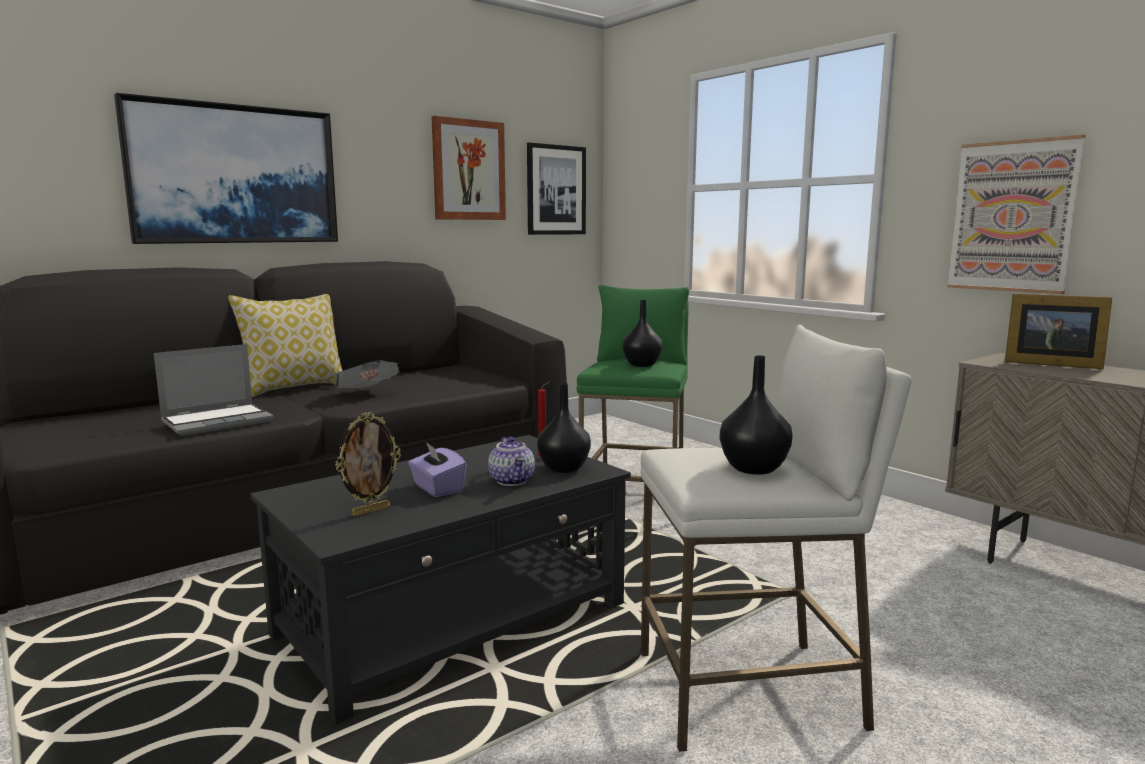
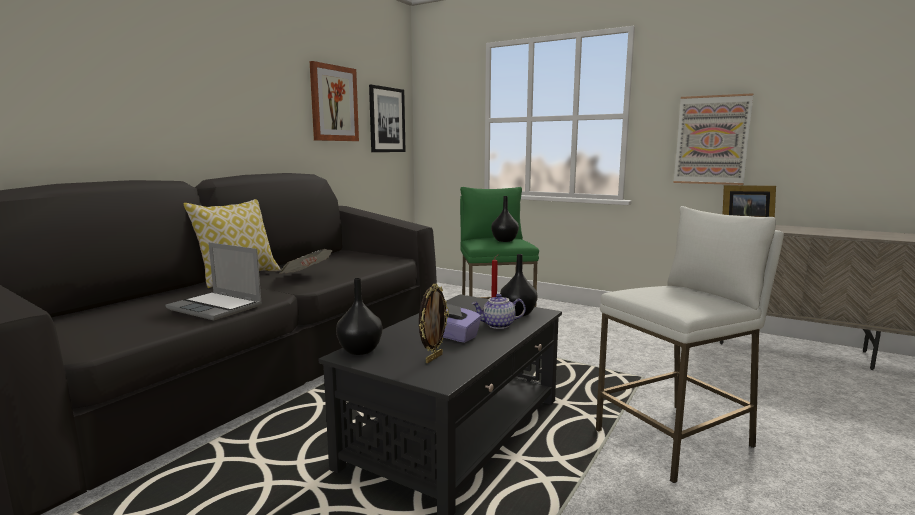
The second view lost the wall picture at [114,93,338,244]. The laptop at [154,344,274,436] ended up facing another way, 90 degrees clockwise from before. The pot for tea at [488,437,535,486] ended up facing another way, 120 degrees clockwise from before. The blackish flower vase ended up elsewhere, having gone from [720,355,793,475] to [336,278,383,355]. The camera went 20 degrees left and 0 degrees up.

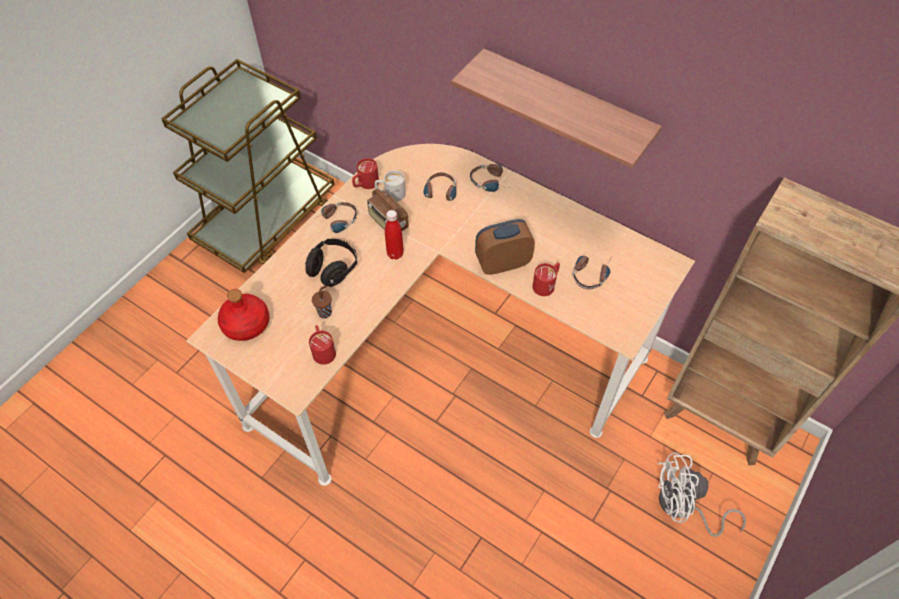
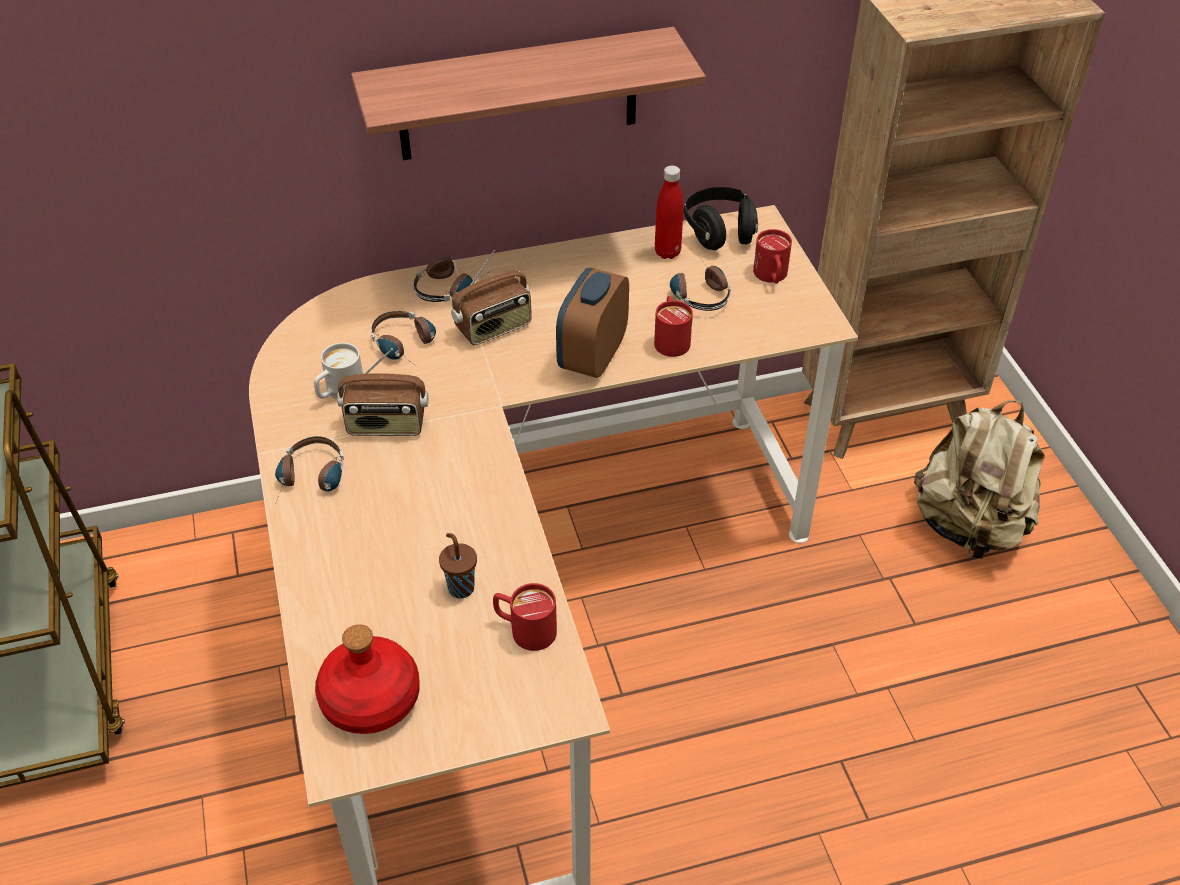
The blackish headphones ended up elsewhere, having gone from [305,239,357,287] to [684,187,758,250]. The red-coloured coffee mug ended up elsewhere, having gone from [352,158,379,189] to [753,229,792,284]. The red-coloured beverage bottle ended up elsewhere, having gone from [385,210,404,260] to [655,165,684,259]. Where the white electric fan stood at [658,452,746,537], the sand-coloured knapsack came to stand at [914,400,1045,559]. The second view gained the radio set at [451,250,531,345]. The camera went 50 degrees left and 10 degrees down.

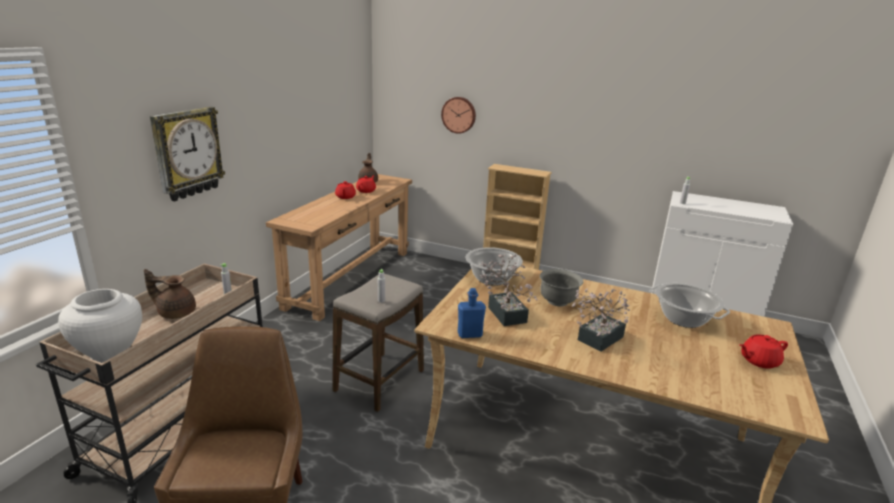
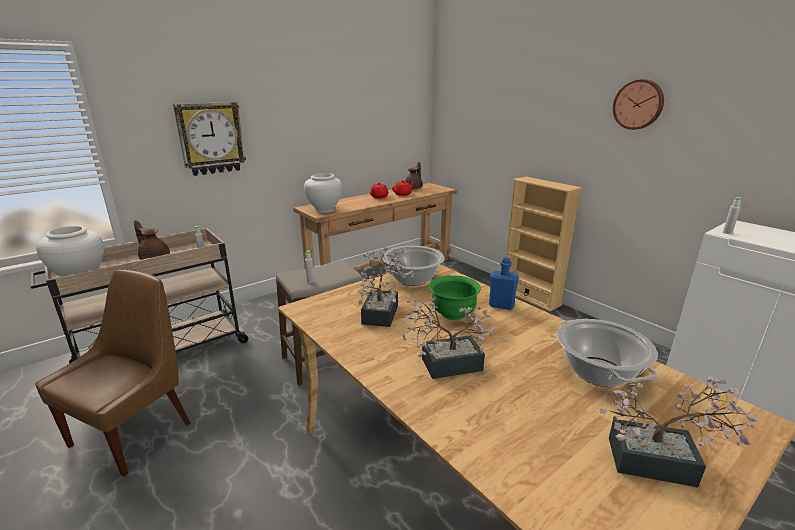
The hanging clock ended up elsewhere, having gone from [441,97,476,134] to [613,79,664,130]. The bluish beverage bottle ended up elsewhere, having gone from [458,288,486,338] to [489,257,519,310]. What was the gray deep dish at [540,269,583,306] turned into the greenish deep dish at [429,275,481,320]. Where the red-coloured pot for tea stood at [739,334,788,369], the houseplant came to stand at [599,375,757,487]. The second view gained the white flower vase at [304,173,342,213]. The camera went 30 degrees right and 0 degrees up.

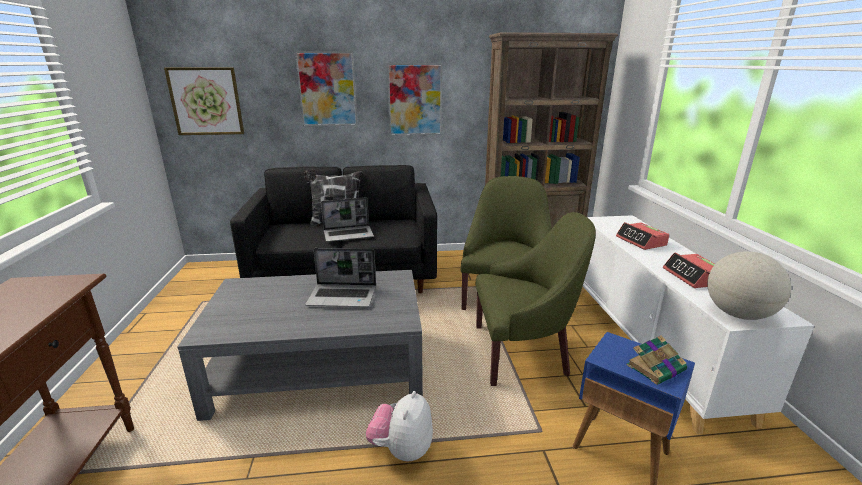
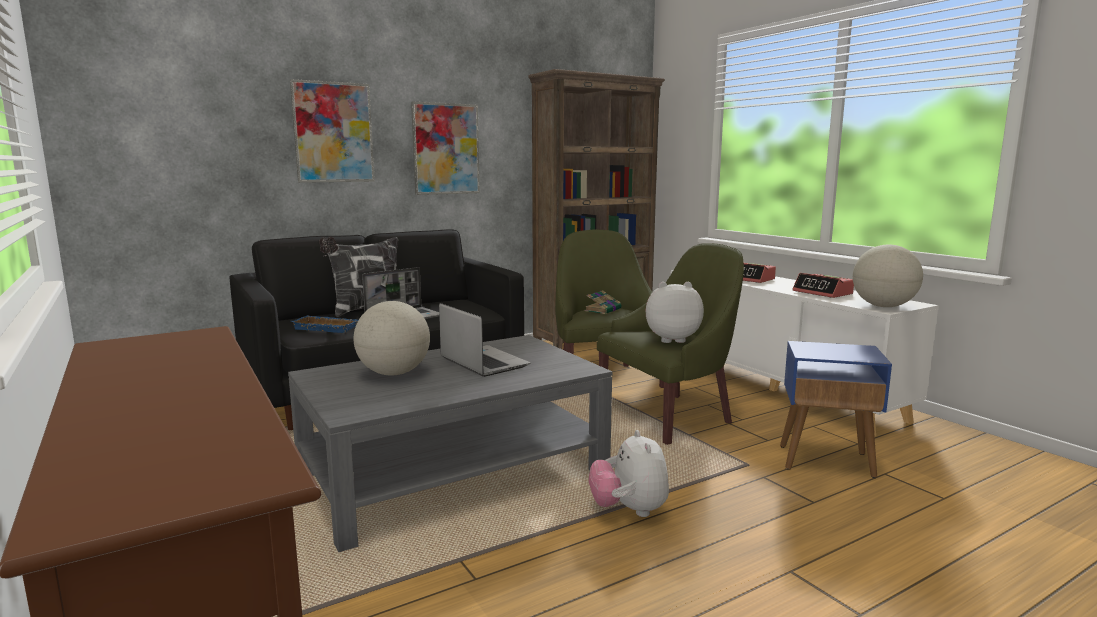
The second view lost the wall picture at [164,67,244,135]. The laptop at [305,248,376,307] ended up facing another way, 105 degrees counterclockwise from before. The book ended up elsewhere, having gone from [626,335,687,385] to [585,290,622,314]. The second view gained the bluish tray at [292,315,358,333]. The second view gained the world globe at [354,301,430,376]. The second view gained the soft toy at [646,282,704,343]. The camera went 25 degrees left and 10 degrees down.

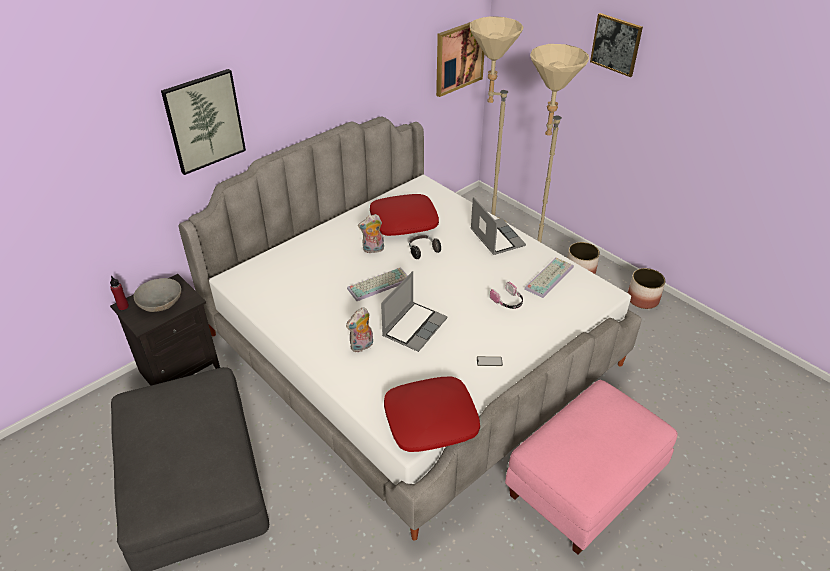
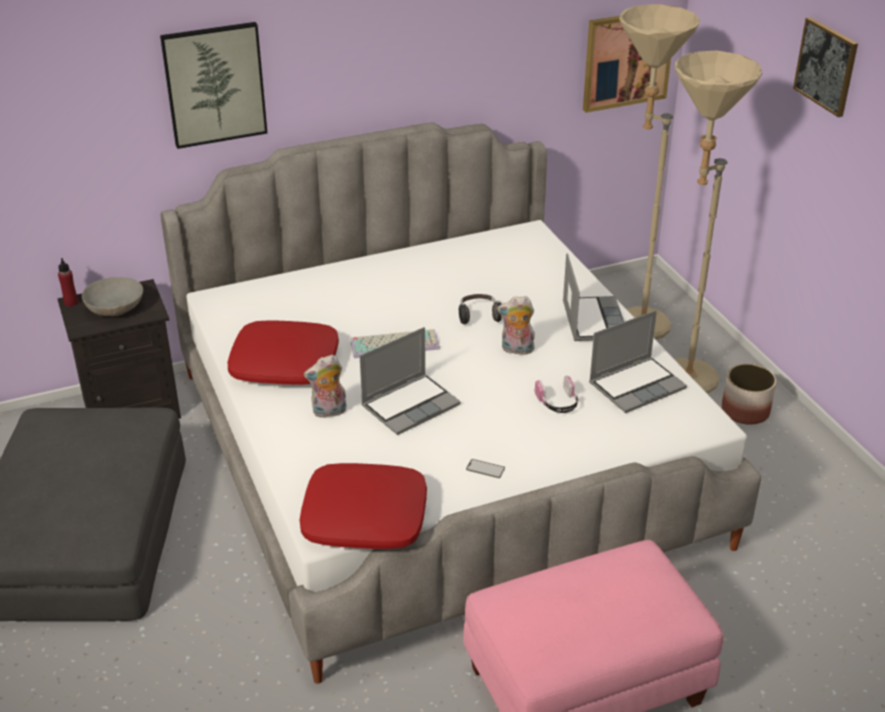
The soft toy ended up elsewhere, having gone from [358,214,384,254] to [497,296,536,355]. The red-coloured throw pillow ended up elsewhere, having gone from [370,194,439,236] to [228,321,339,385]. Where the PC keyboard stood at [524,258,574,298], the laptop came to stand at [589,310,687,413]. The second view lost the flower pot at [628,268,666,309]. The camera went 20 degrees right and 5 degrees down.

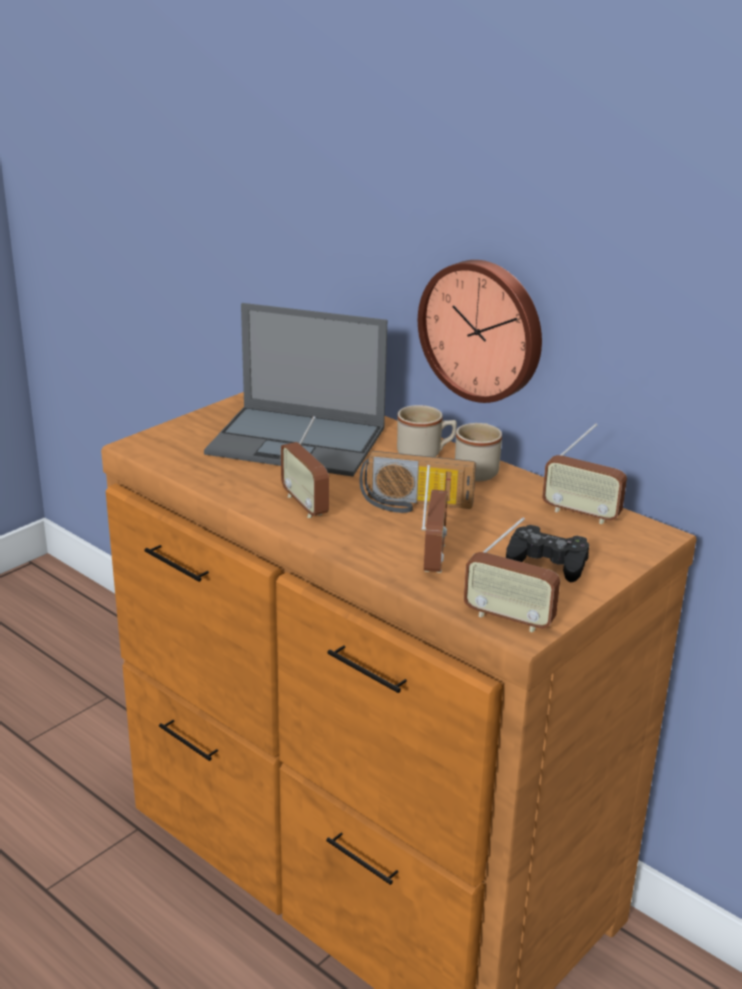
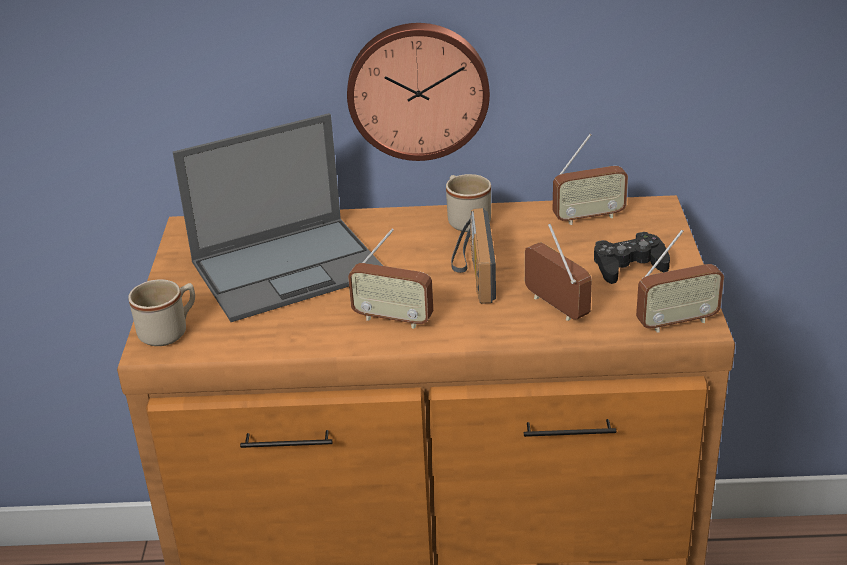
The radio set at [359,451,476,513] ended up facing another way, 120 degrees clockwise from before. The sand-coloured coffee mug ended up elsewhere, having gone from [397,405,457,457] to [128,279,195,346]. The camera went 40 degrees left and 5 degrees up.

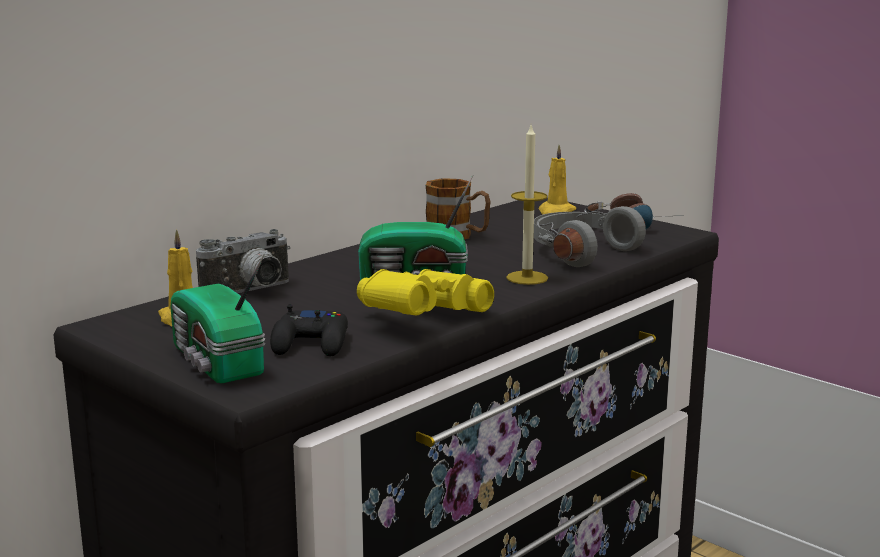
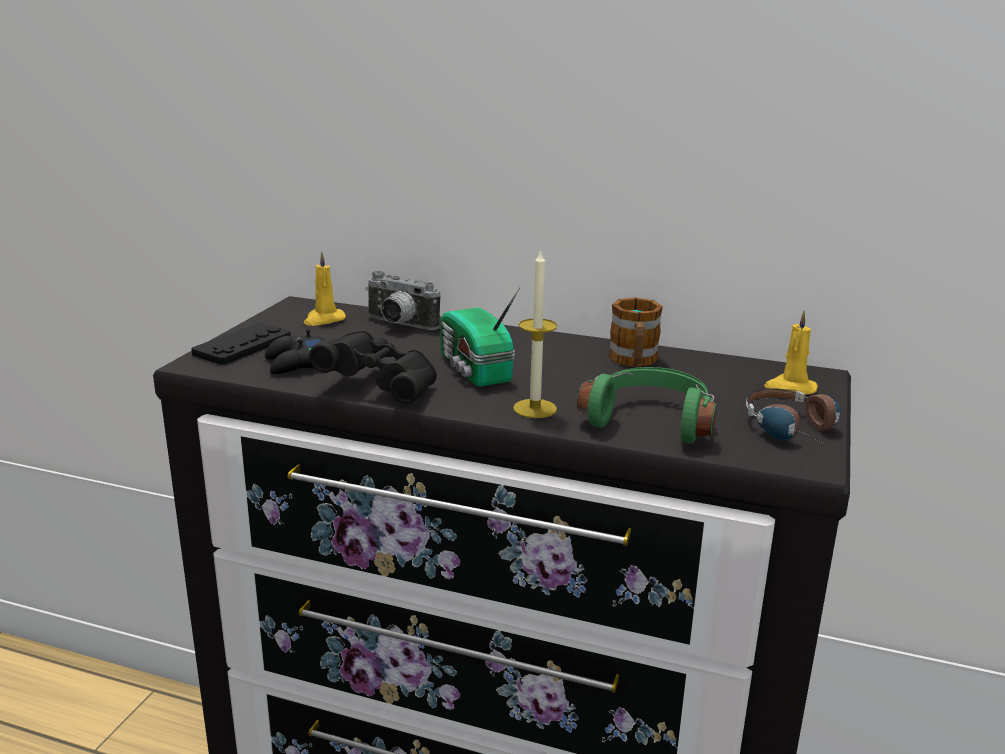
Where the radio set stood at [171,253,265,383], the blackish game controller came to stand at [192,323,291,365]. What was the yellow-coloured binoculars at [357,269,494,316] turned into the blackish binoculars at [309,331,437,404]. What was the gray headphones at [534,206,646,267] turned into the greenish headphones at [577,367,716,444]. The camera went 65 degrees right and 5 degrees up.

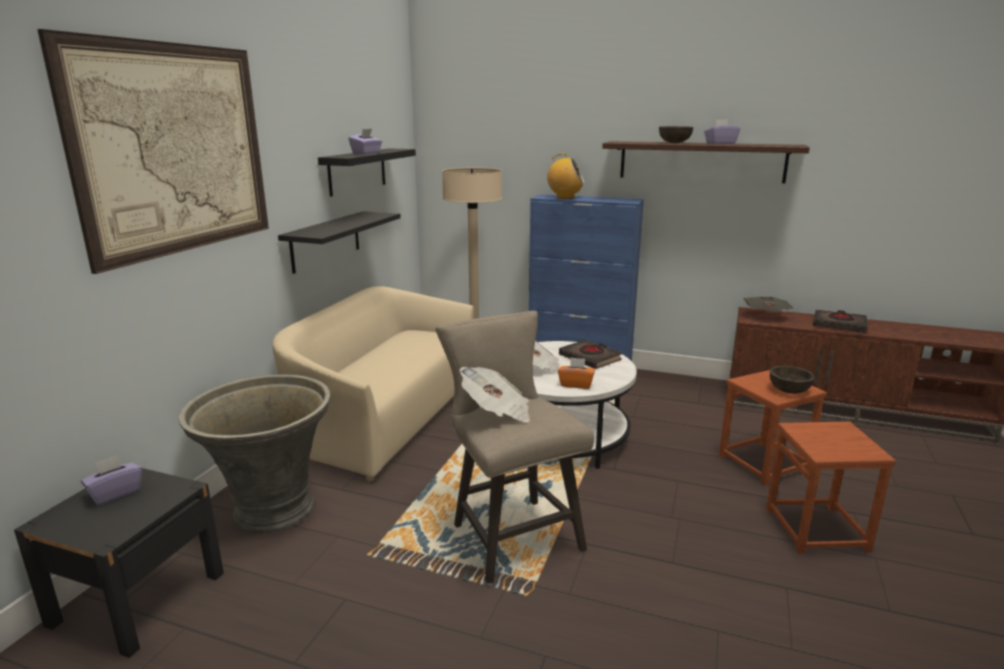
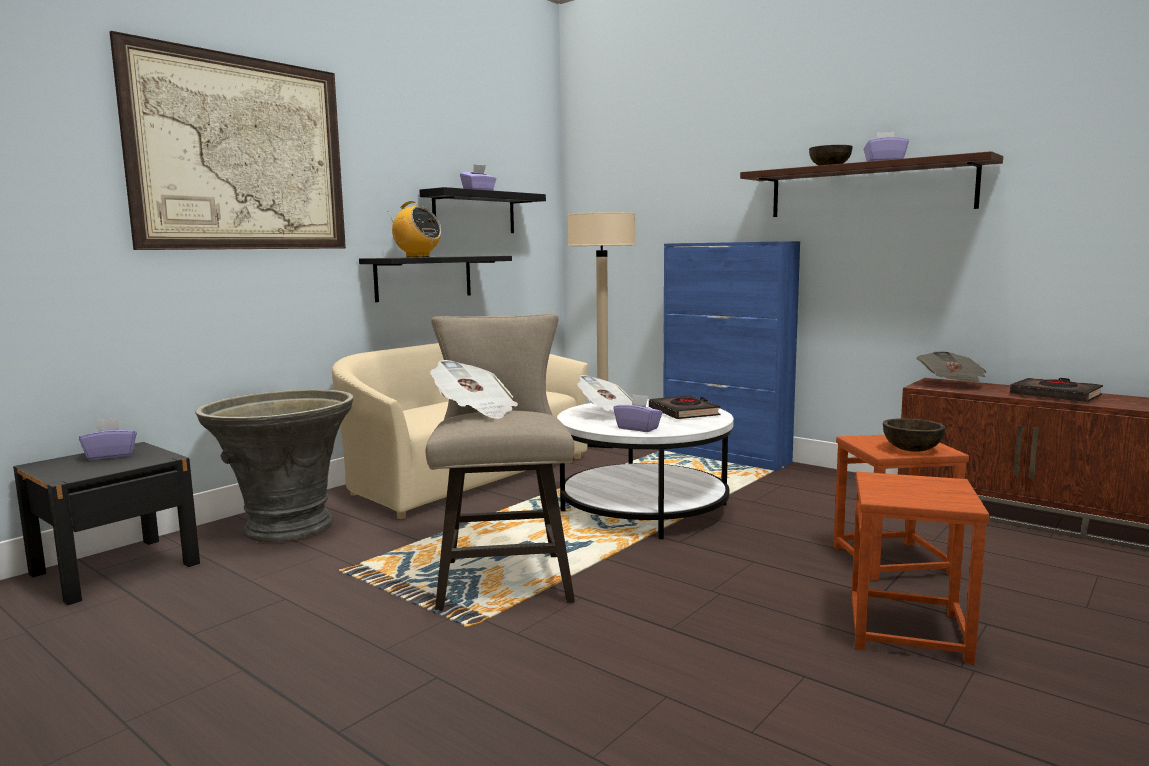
The radio set ended up elsewhere, having gone from [546,153,584,199] to [388,201,441,257]. What was the orange-coloured tissue holder at [558,357,595,389] turned into the purple-coloured tissue holder at [613,394,663,432]. The camera went 20 degrees right and 10 degrees down.

